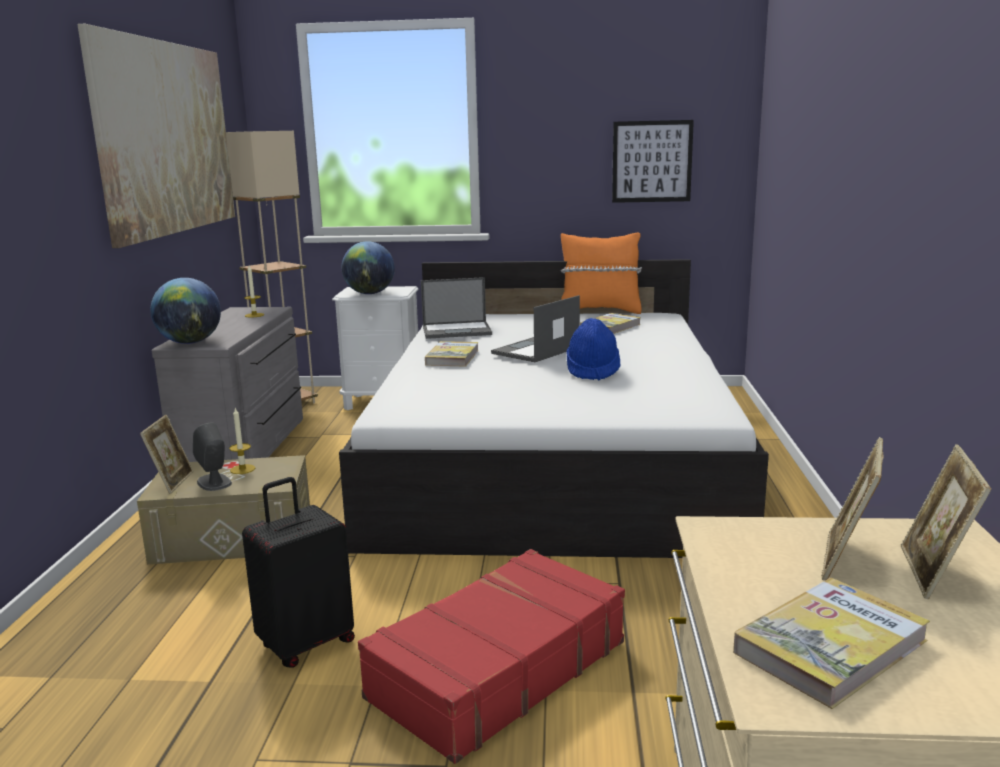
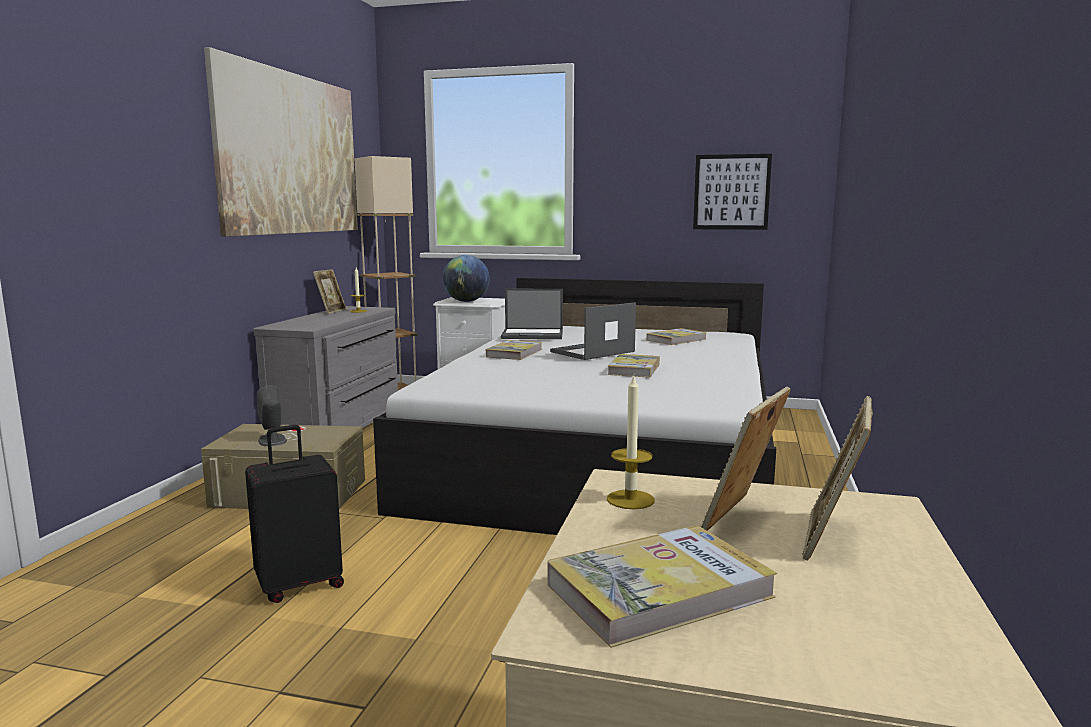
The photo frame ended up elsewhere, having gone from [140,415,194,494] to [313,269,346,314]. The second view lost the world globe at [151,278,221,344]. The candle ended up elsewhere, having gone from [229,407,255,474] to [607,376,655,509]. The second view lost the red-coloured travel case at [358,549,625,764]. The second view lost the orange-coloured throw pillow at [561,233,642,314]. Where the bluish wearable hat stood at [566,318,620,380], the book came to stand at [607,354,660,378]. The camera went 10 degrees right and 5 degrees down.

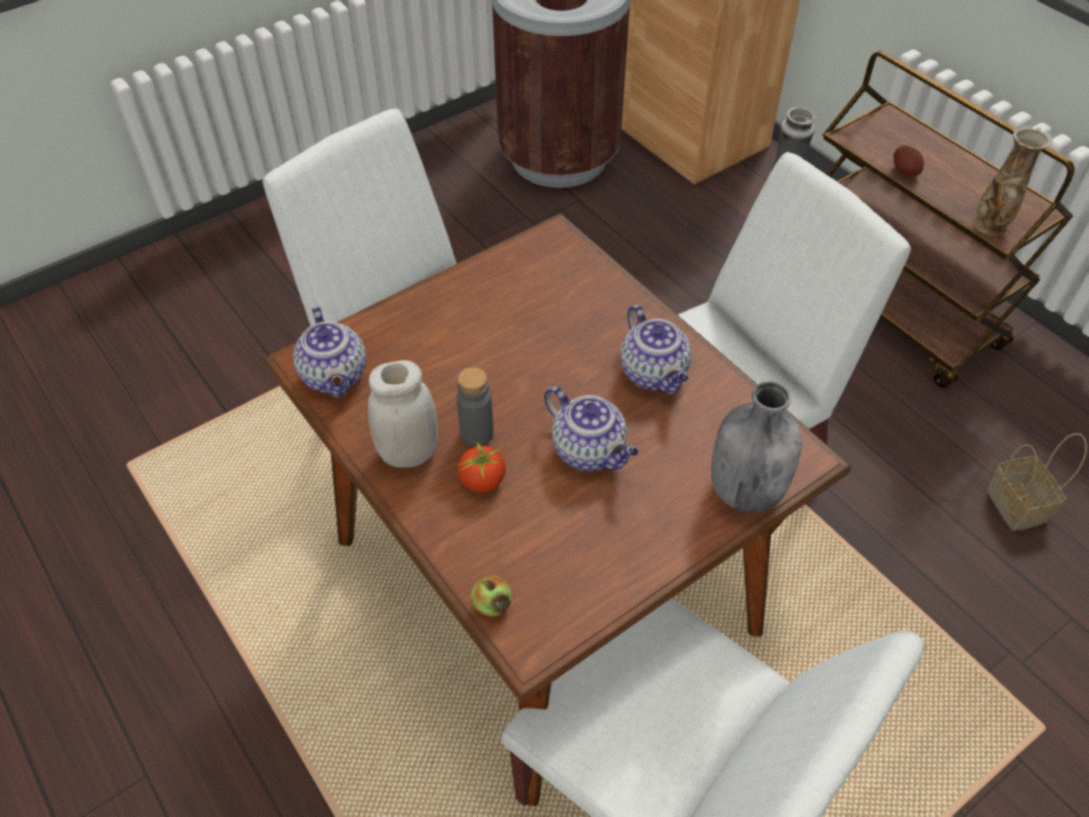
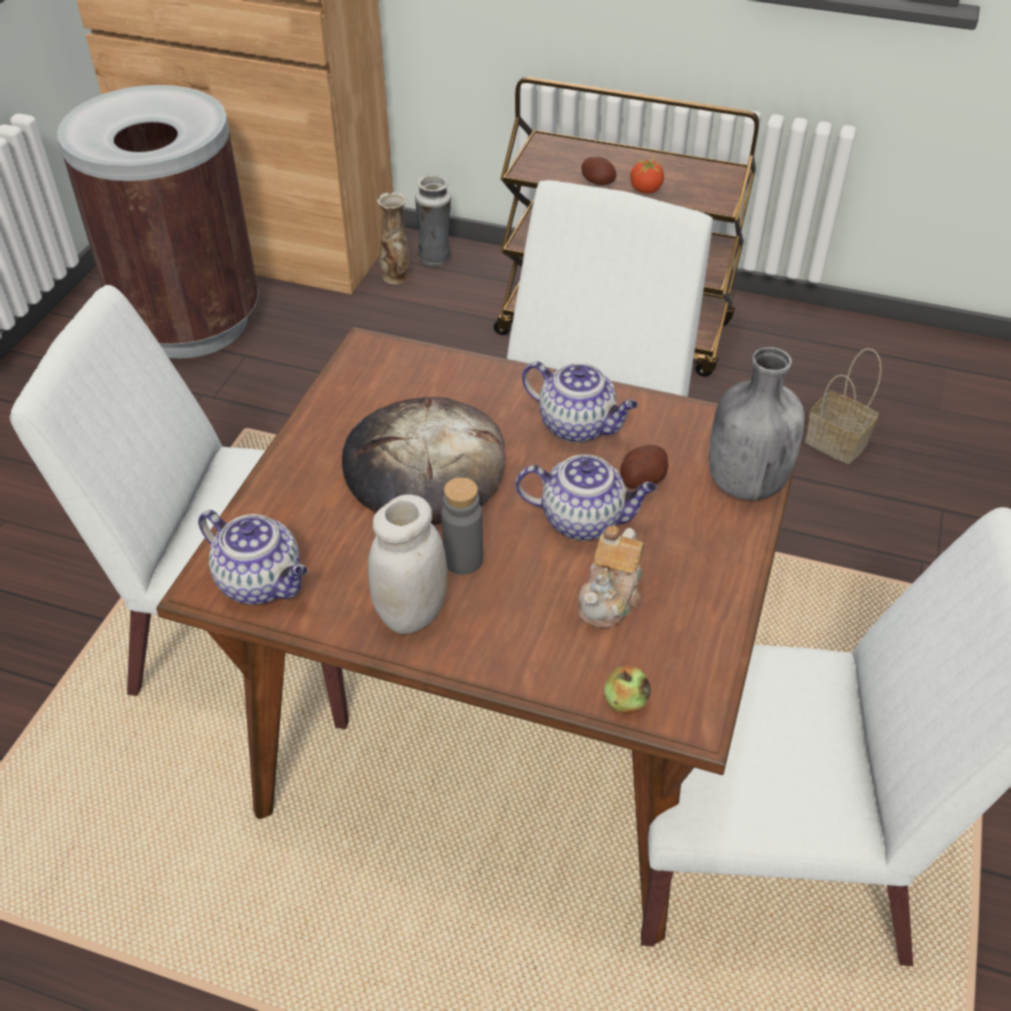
The fresh tomato ended up elsewhere, having gone from [455,441,508,493] to [630,153,664,194]. The flower vase ended up elsewhere, having gone from [974,125,1053,236] to [377,192,410,284]. The second view gained the bakery bread at [342,397,505,525]. The second view gained the pot for tea at [577,526,644,628]. The second view gained the spud at [620,445,668,489]. The camera went 35 degrees left and 5 degrees down.

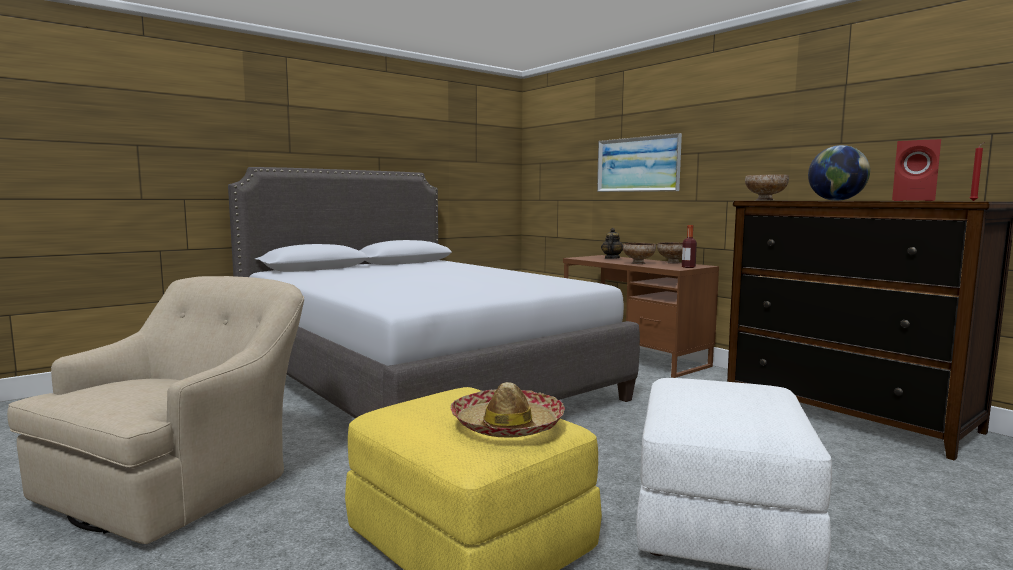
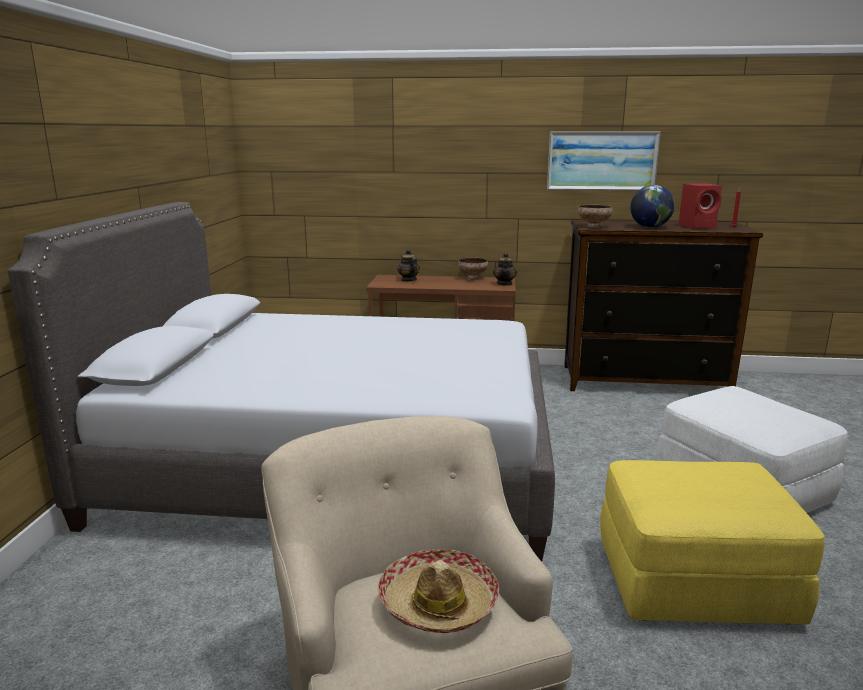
The wearable hat ended up elsewhere, having gone from [450,382,565,438] to [378,549,499,633]. The wall picture ended up elsewhere, having gone from [597,133,682,192] to [547,132,661,191]. The second view lost the deep dish at [623,243,656,264]. Where the beverage bottle stood at [682,225,697,268], the pot for tea came to stand at [493,252,517,286]. The camera went 45 degrees left and 10 degrees up.

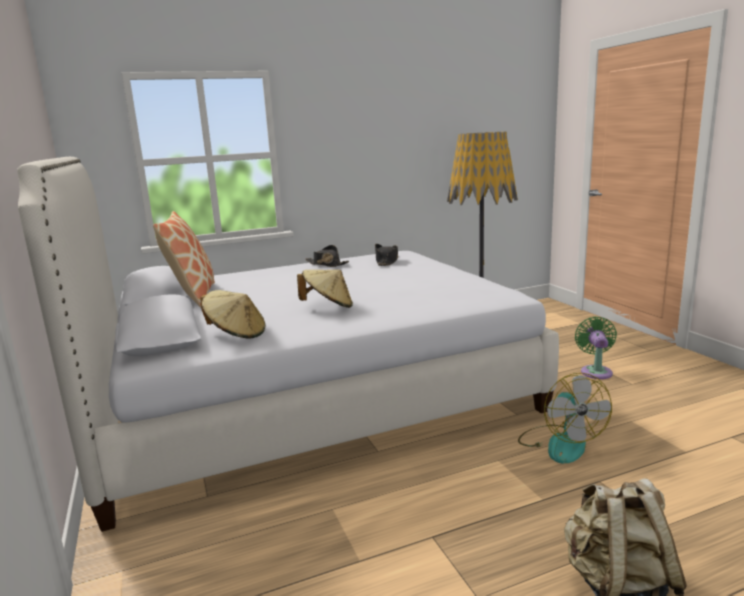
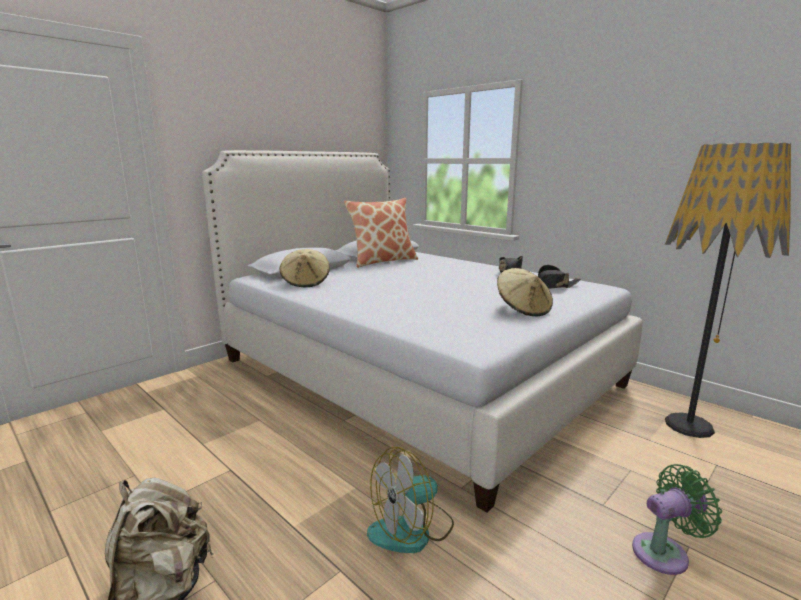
The sand-coloured wearable hat ended up elsewhere, having gone from [297,270,353,308] to [497,268,553,316]. The camera went 65 degrees right and 0 degrees up.

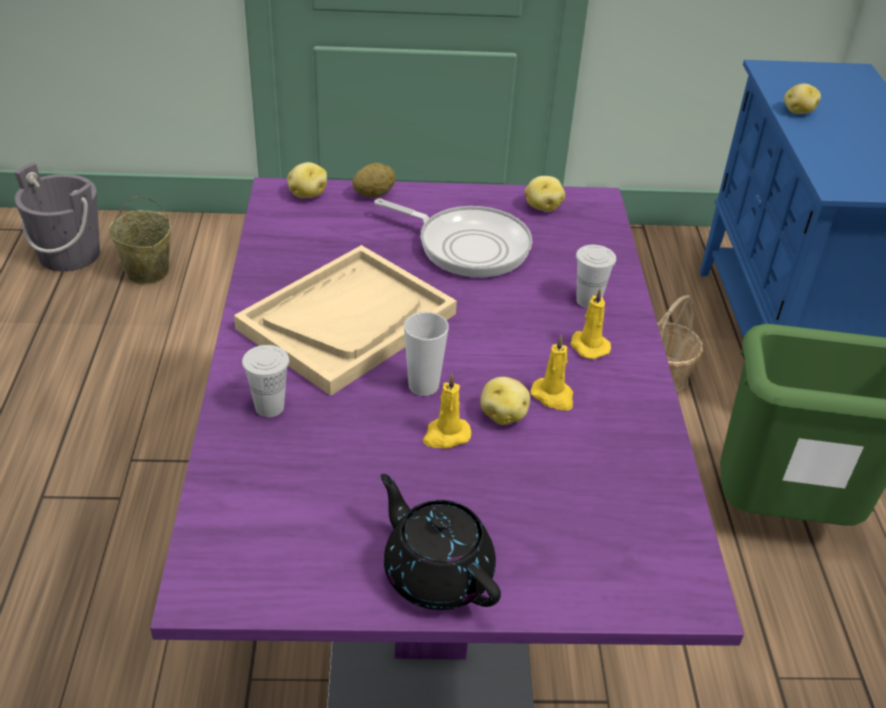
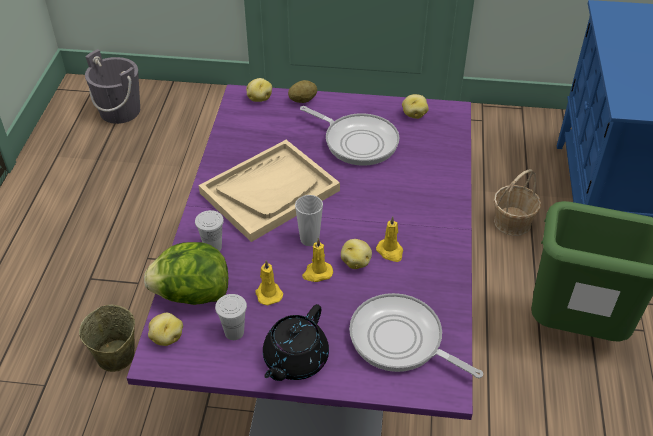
The sand-coloured water bucket ended up elsewhere, having gone from [108,195,171,284] to [79,305,135,372]. The blackish pot for tea at [381,474,501,610] ended up facing another way, 120 degrees counterclockwise from before. The yellow-coloured candle ended up elsewhere, having gone from [570,288,611,359] to [255,260,283,305]. The white cup ended up elsewhere, having gone from [576,245,616,308] to [215,294,247,340]. The spud ended up elsewhere, having gone from [784,83,821,114] to [148,313,183,346]. The second view gained the lettuce head at [144,242,228,305]. The second view gained the pan at [349,293,483,378]. The camera went 10 degrees right and 5 degrees up.

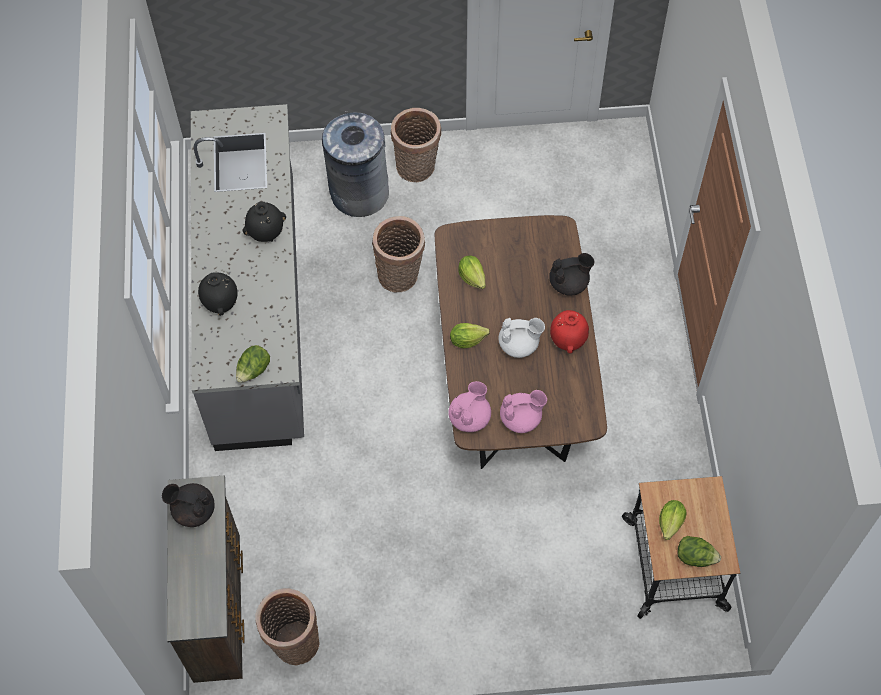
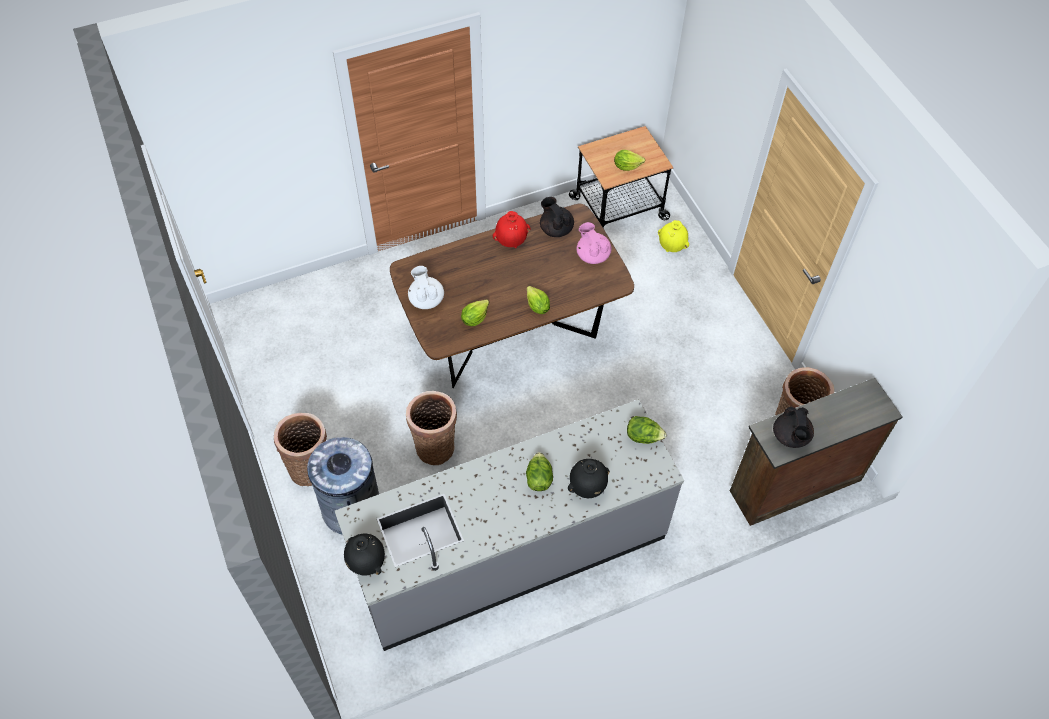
The blackish flower vase ended up elsewhere, having gone from [243,201,286,242] to [344,534,385,576]. The second view lost the pinkish pot for tea at [448,381,491,432]. The white pot for tea ended up elsewhere, having gone from [498,318,545,358] to [408,266,444,309]. The blackish pot for tea ended up elsewhere, having gone from [549,253,595,296] to [540,197,574,237]. The lettuce head ended up elsewhere, having gone from [677,536,721,567] to [526,452,553,491]. The second view gained the yellow-coloured flower vase at [658,220,689,252]. The camera went 110 degrees left and 5 degrees down.

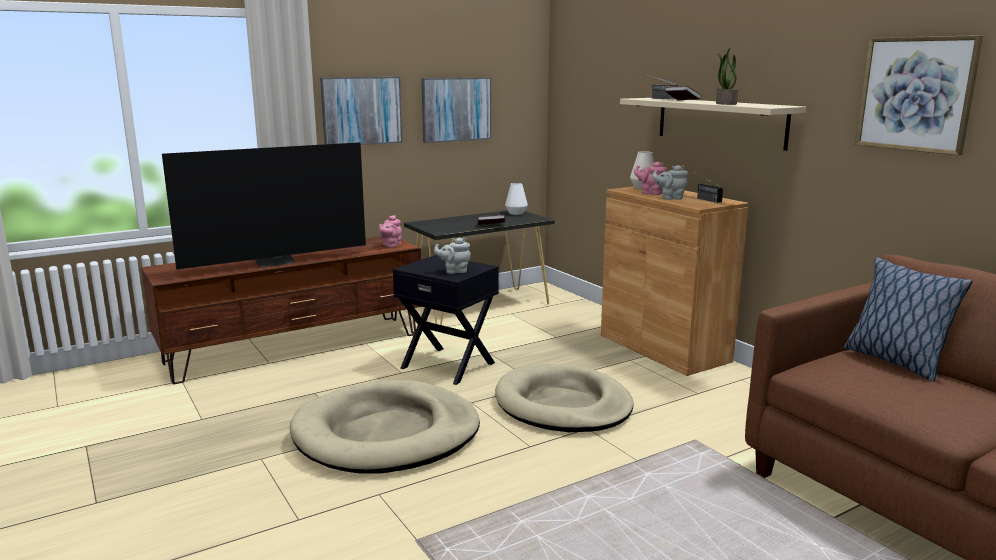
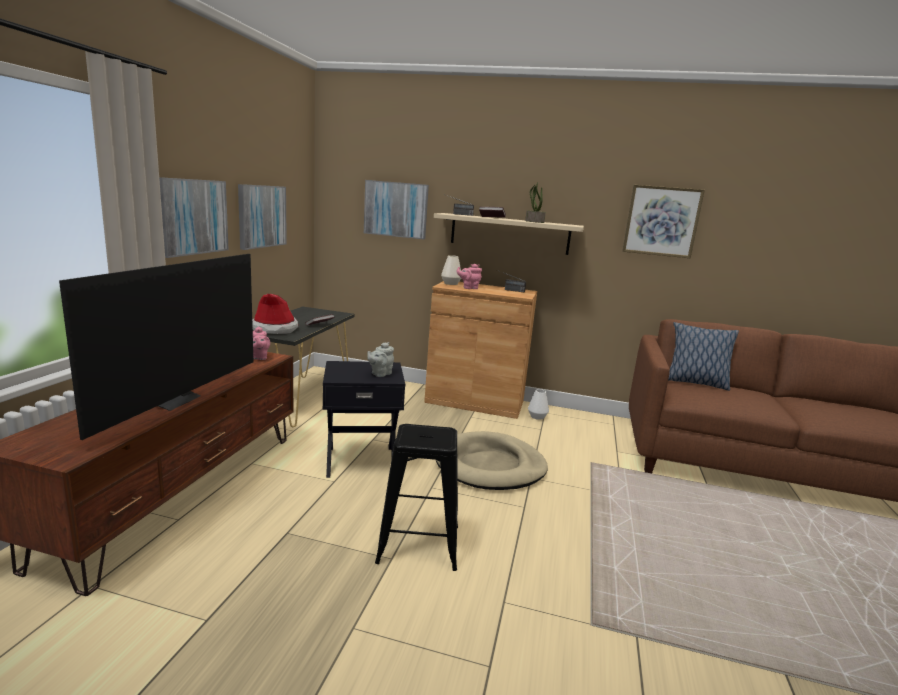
Where the sand-coloured dog bed stood at [289,380,480,474], the blackish sitting stool came to stand at [375,424,458,571]. The white flower vase ended up elsewhere, having gone from [505,183,528,215] to [528,389,549,420]. The second view lost the gray pot for tea at [652,165,688,200]. The second view gained the wearable hat at [252,294,298,334]. The second view gained the wall picture at [364,180,429,239]. The camera went 45 degrees left and 0 degrees up.

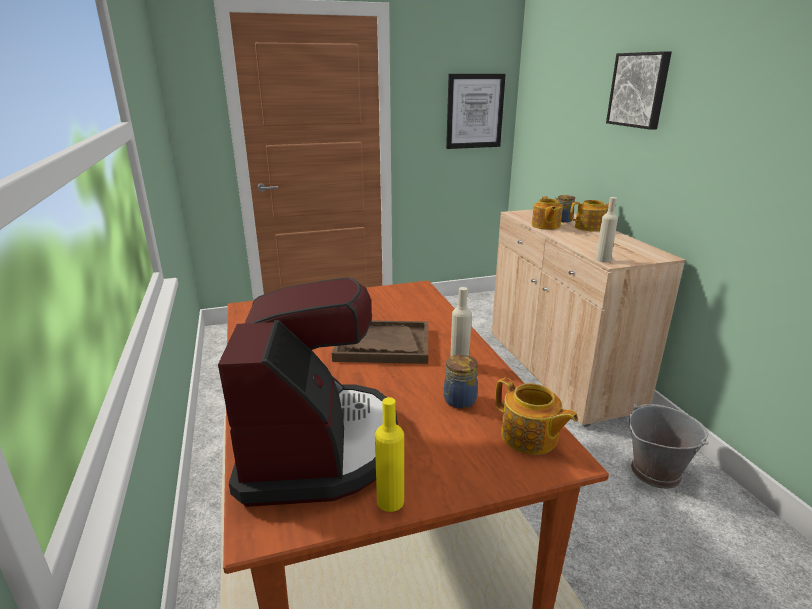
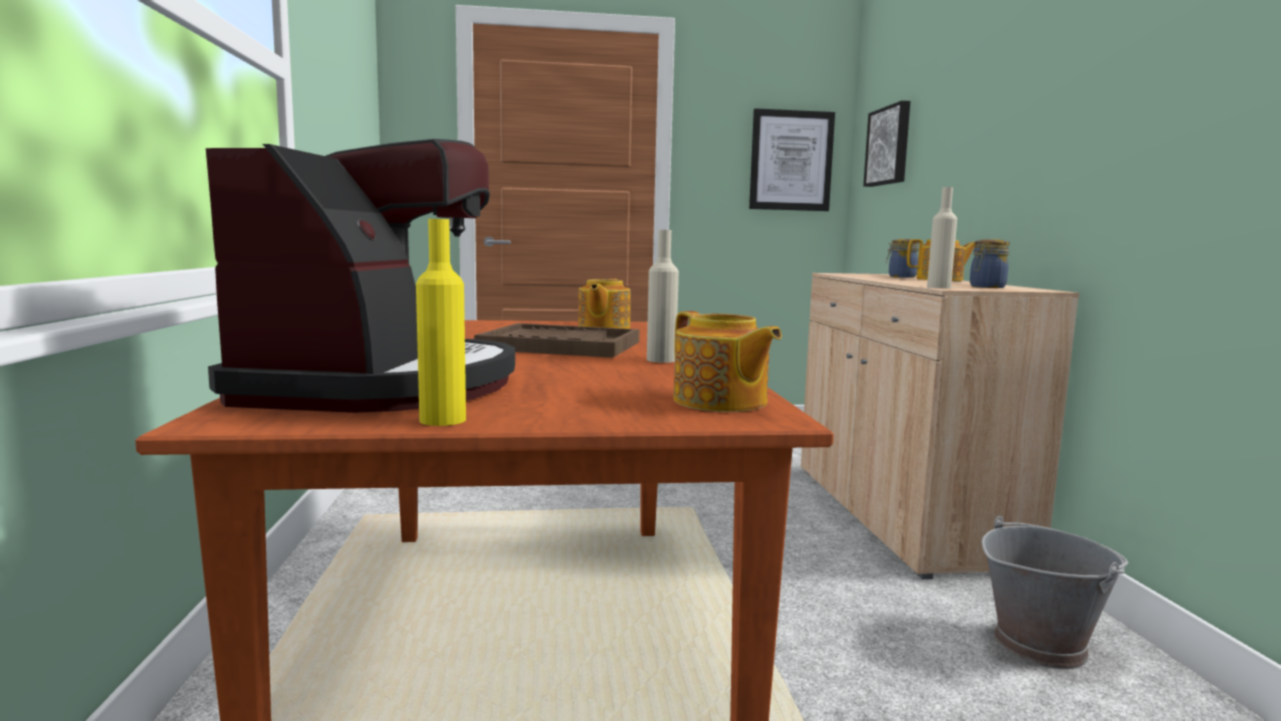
The jar ended up elsewhere, having gone from [444,355,478,409] to [970,239,1010,288]. The pot for tea ended up elsewhere, having gone from [532,196,563,230] to [578,278,631,329]. The wall picture ended up elsewhere, having gone from [606,51,672,130] to [863,101,910,187]. The camera went 10 degrees right and 15 degrees down.

